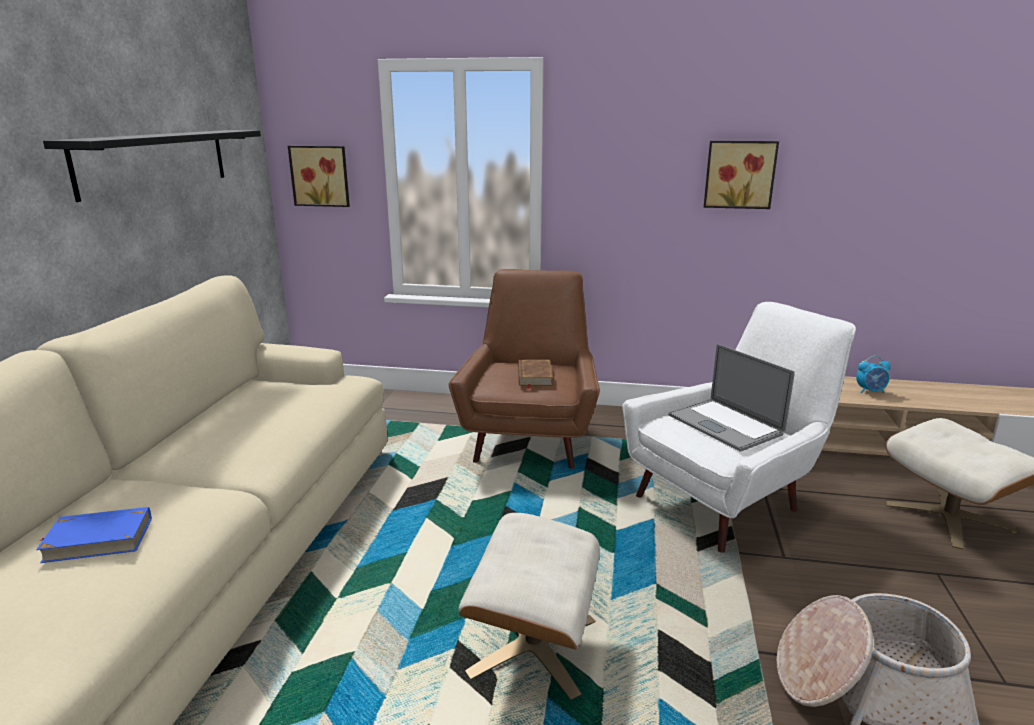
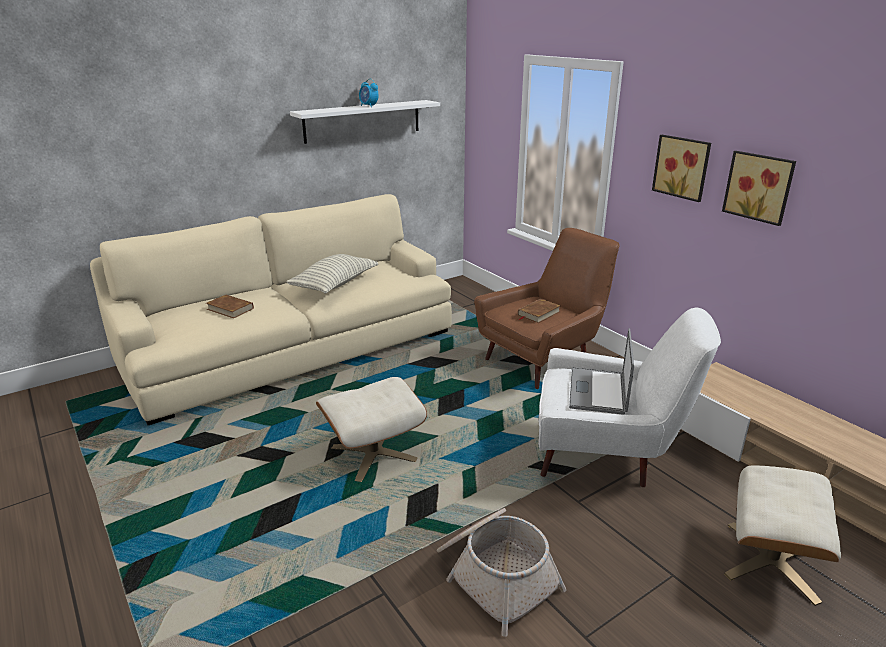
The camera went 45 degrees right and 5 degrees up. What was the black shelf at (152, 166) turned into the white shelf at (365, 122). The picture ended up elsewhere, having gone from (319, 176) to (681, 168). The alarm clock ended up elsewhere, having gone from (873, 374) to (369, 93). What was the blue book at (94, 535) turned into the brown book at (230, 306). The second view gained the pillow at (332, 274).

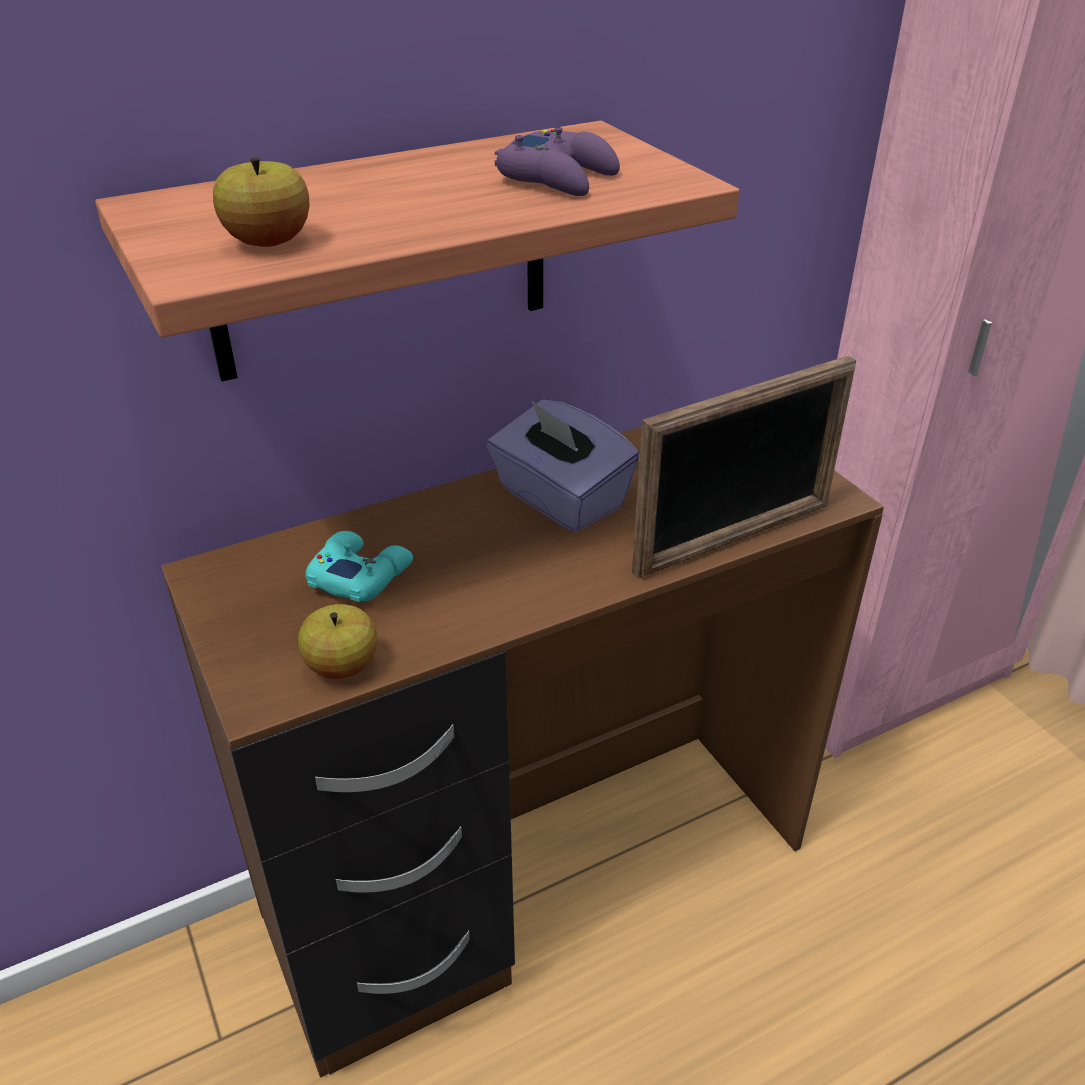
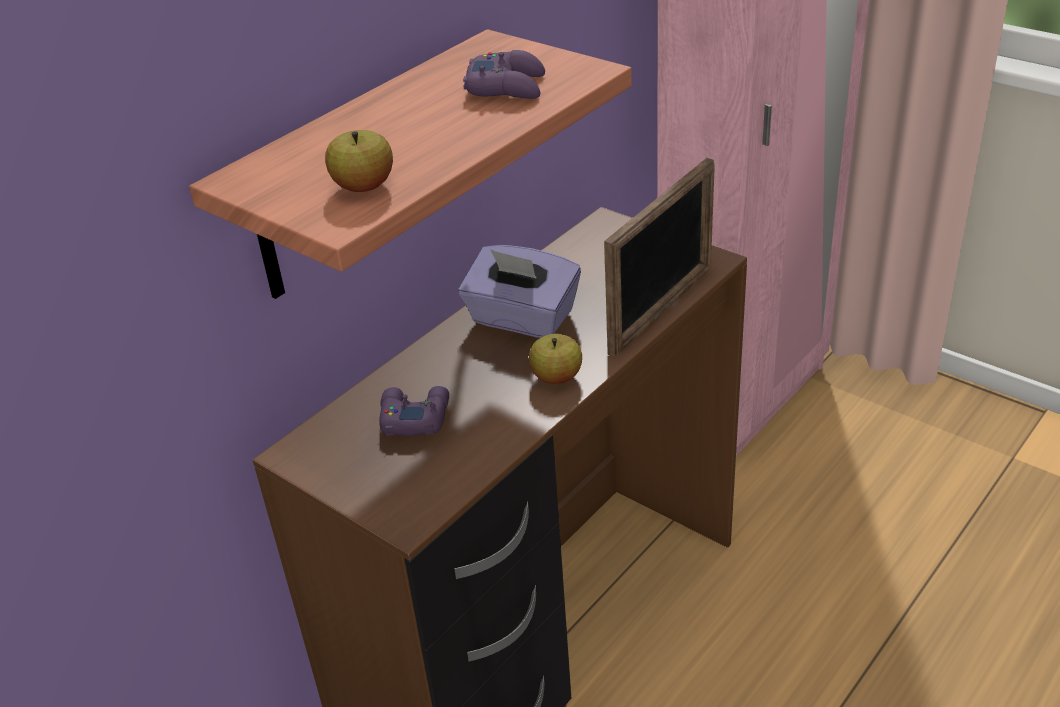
The camera went 20 degrees left and 0 degrees up. What was the turquoise game controller at (359, 566) turned into the purple game controller at (414, 411). The apple ended up elsewhere, having gone from (337, 641) to (555, 359).

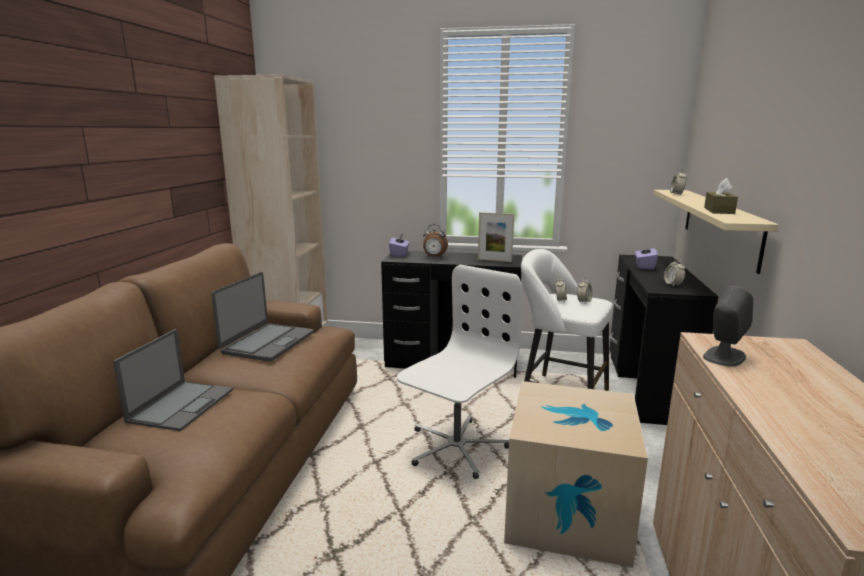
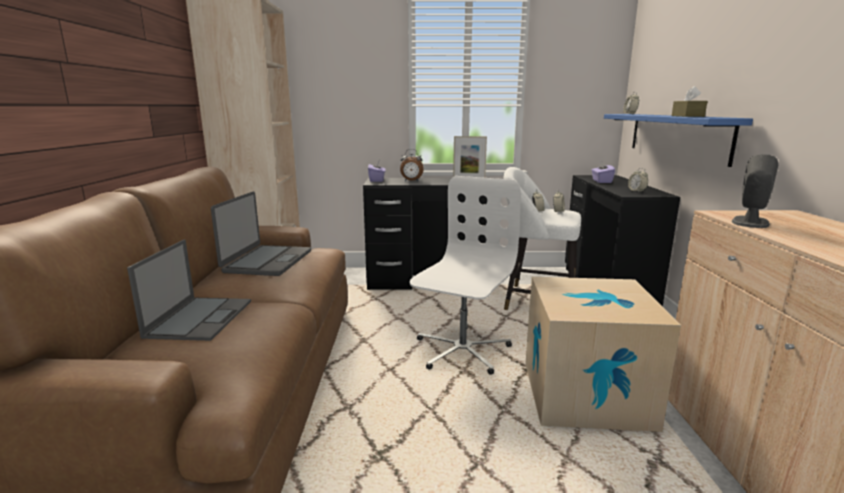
The camera went 10 degrees left and 0 degrees up. What was the beige shelf at (716, 232) turned into the blue shelf at (678, 140).

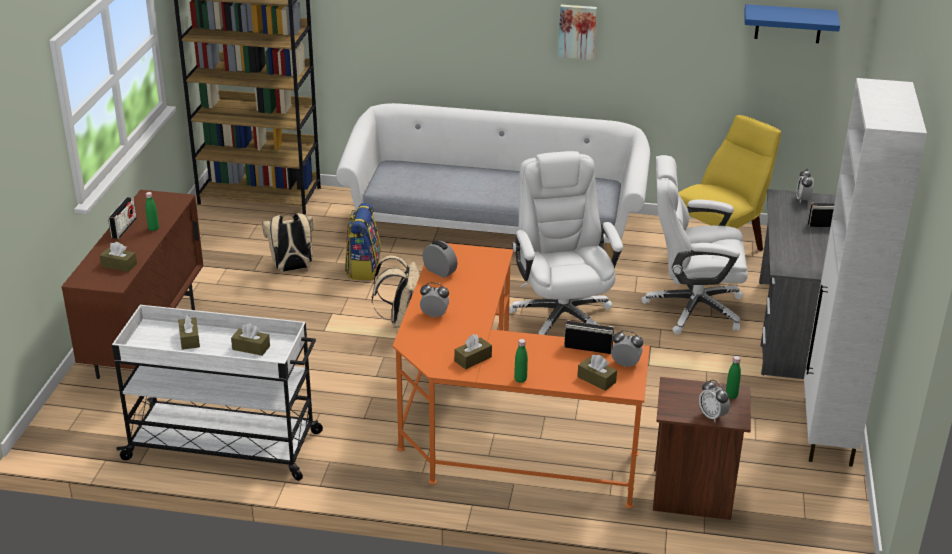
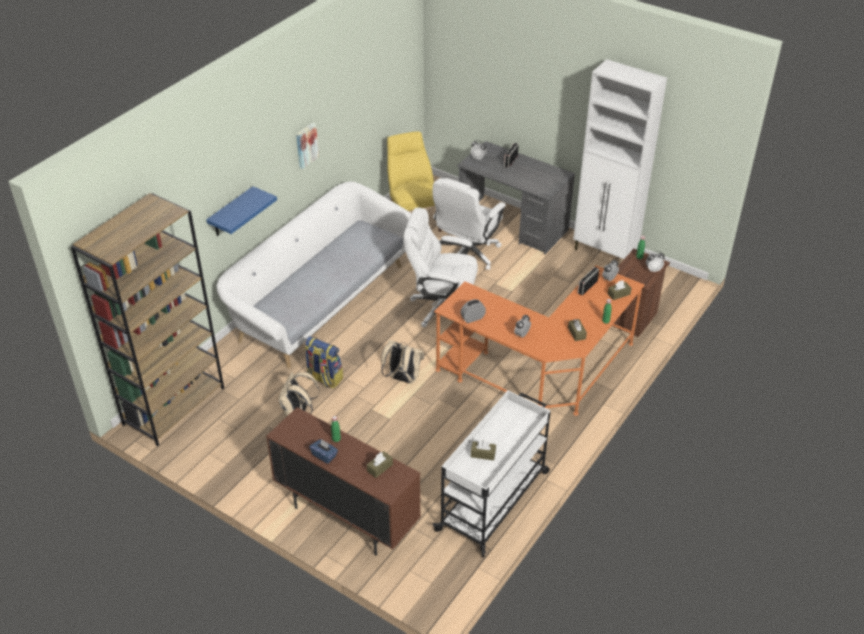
The camera went 65 degrees left and 10 degrees up. The blue shelf ended up elsewhere, having gone from (792, 23) to (241, 211). Where the radio stood at (122, 218), the blue tissue box came to stand at (323, 451). The second view lost the brown tissue box at (250, 339).

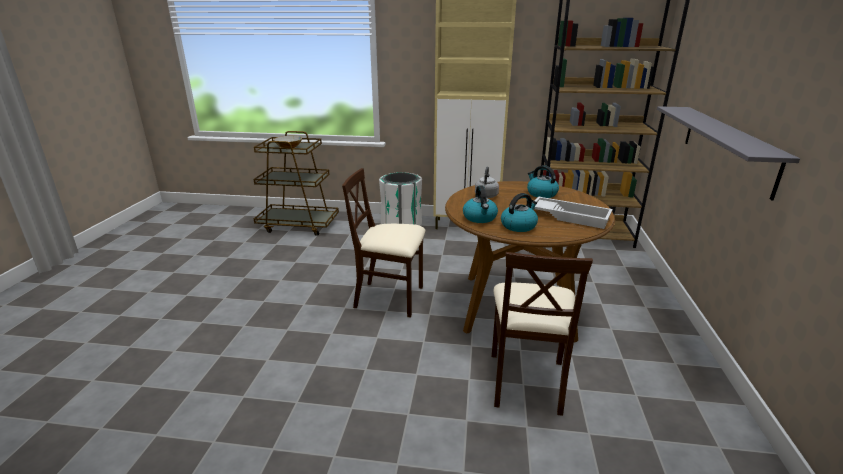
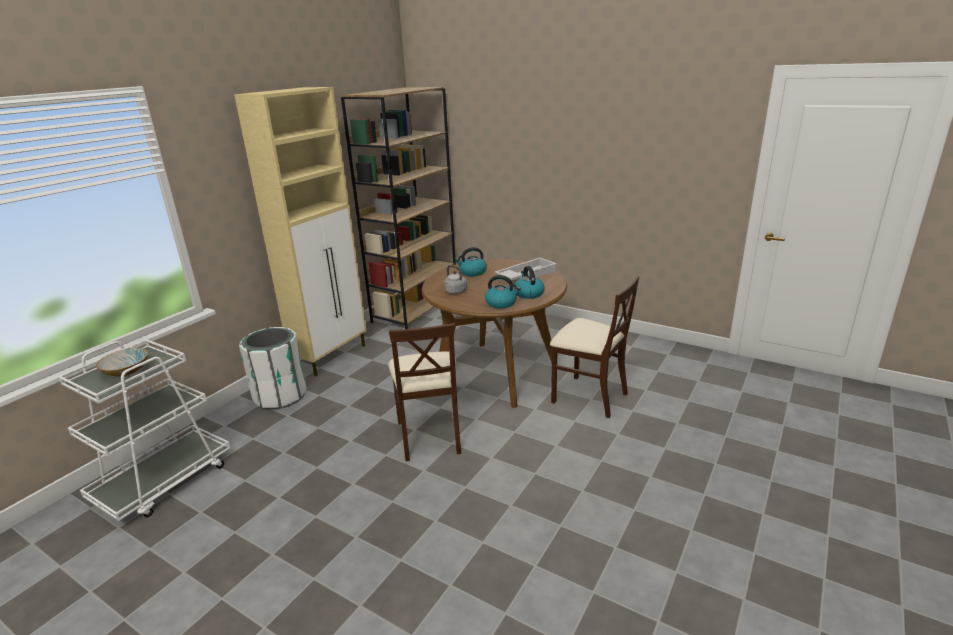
The camera went 65 degrees left and 0 degrees up. The second view lost the grey shelf at (728, 153). What was the brown cart at (296, 183) turned into the white cart at (144, 430). The beige chair at (383, 243) ended up facing another way, 45 degrees counterclockwise from before.

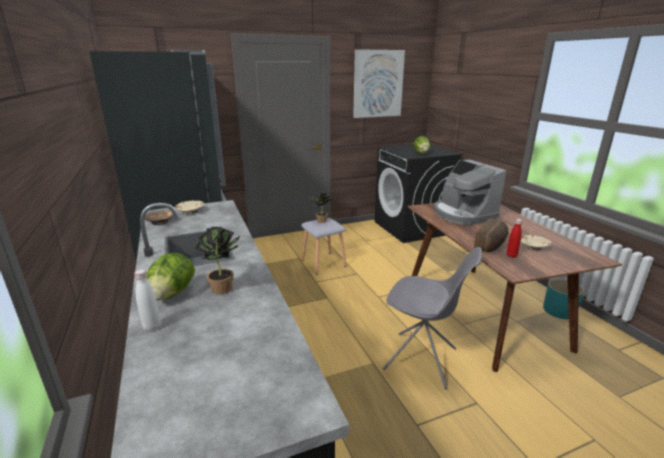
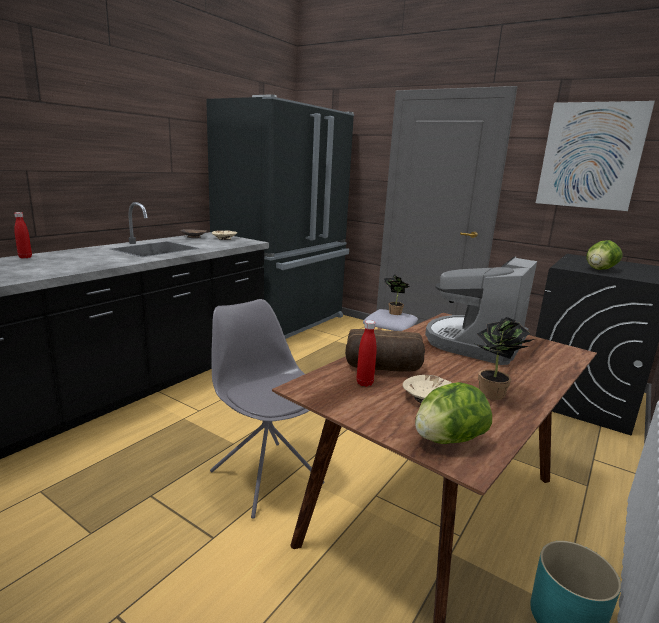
The camera went 55 degrees right and 5 degrees down. The potted plant ended up elsewhere, having gone from (217, 260) to (504, 358). The grey chair at (432, 318) ended up facing another way, 150 degrees clockwise from before. The lettuce ended up elsewhere, having gone from (170, 276) to (453, 413). What was the white bottle at (147, 300) turned into the red bottle at (23, 235).

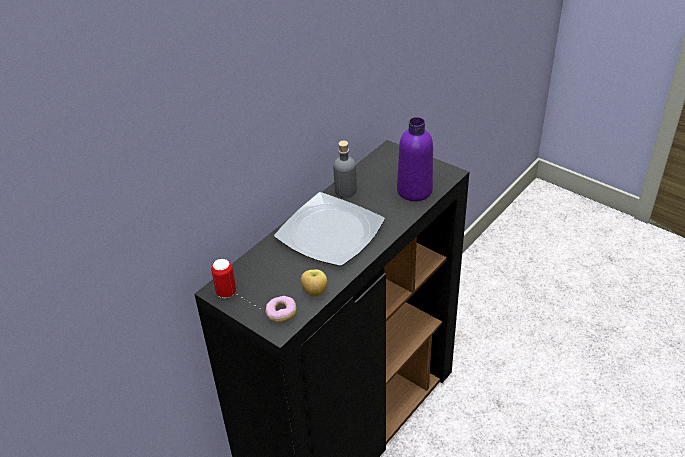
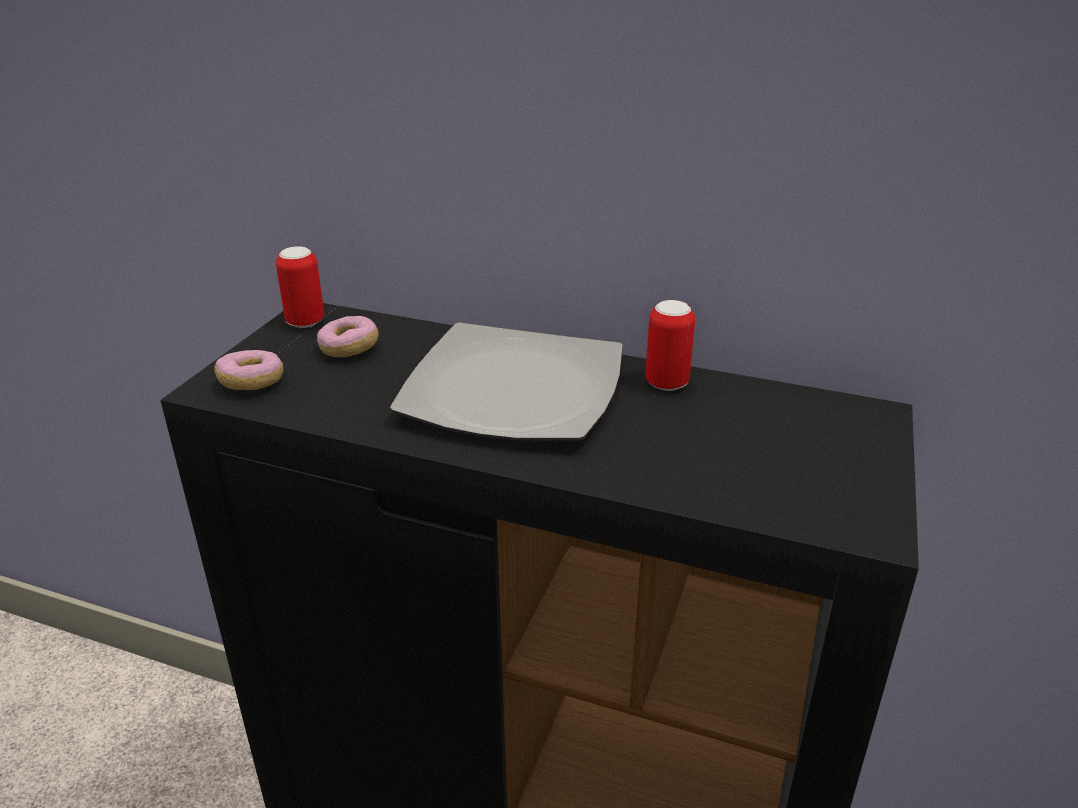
The camera went 70 degrees right and 10 degrees down. The second view lost the purple bottle at (415, 159). Where the grey bottle stood at (345, 169), the can came to stand at (670, 345). The second view lost the apple at (314, 283). The second view gained the donut at (348, 336).

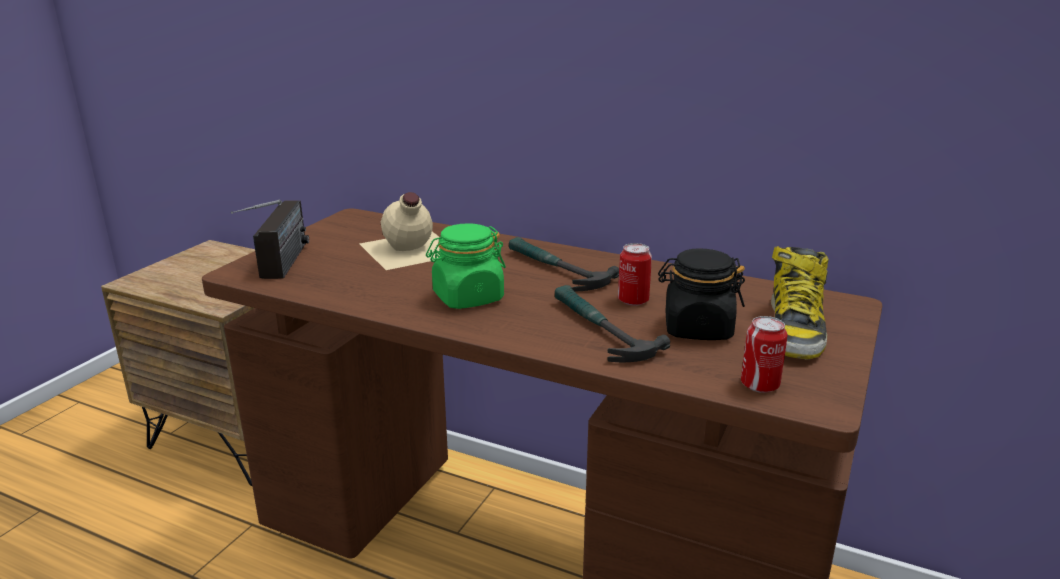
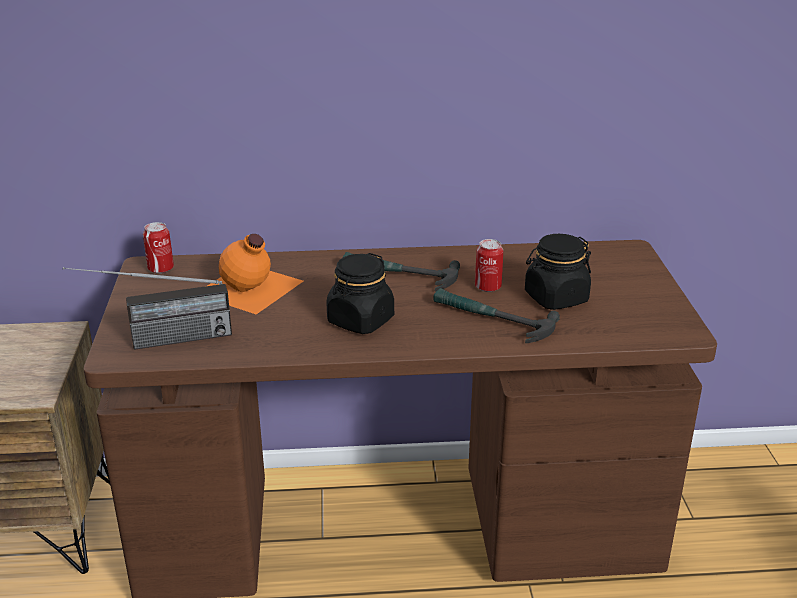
The camera went 30 degrees left and 5 degrees up. What was the beige bottle at (400, 231) turned into the orange bottle at (255, 274). The radio at (270, 239) ended up facing another way, 105 degrees clockwise from before. What was the green jar at (466, 266) turned into the black jar at (360, 293). The second view lost the boot at (800, 303). The can ended up elsewhere, having gone from (764, 354) to (158, 248).

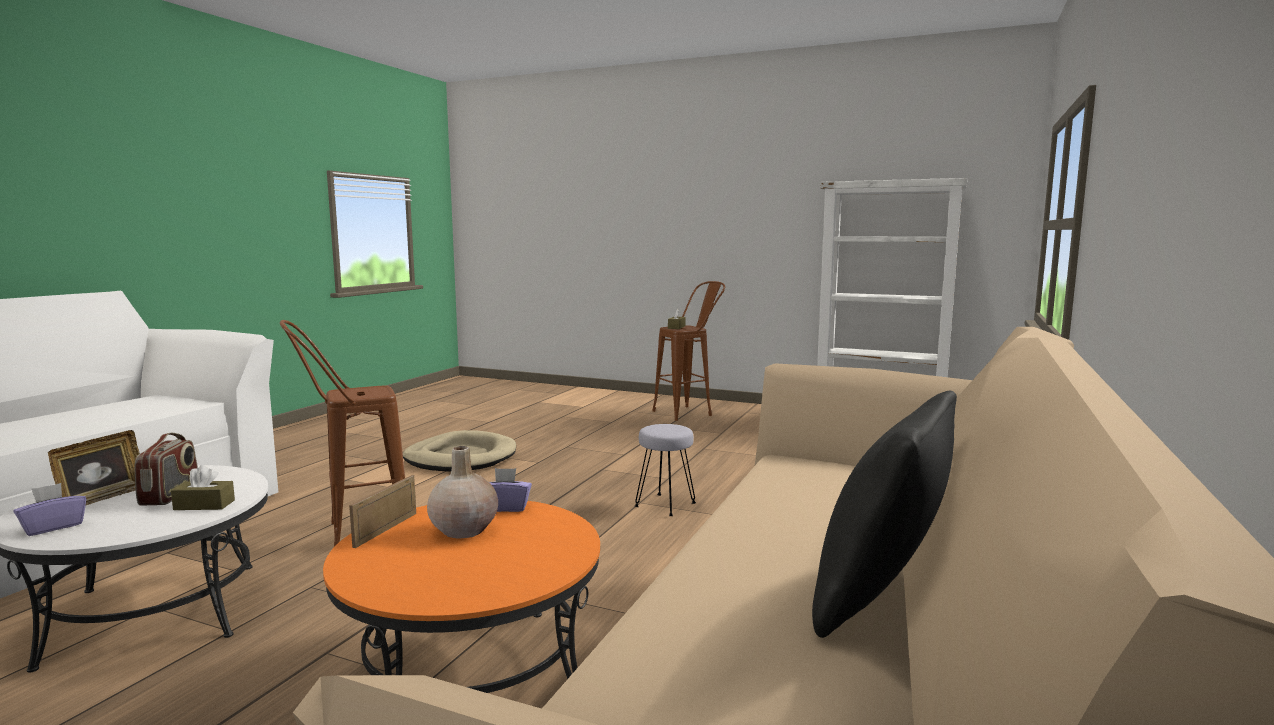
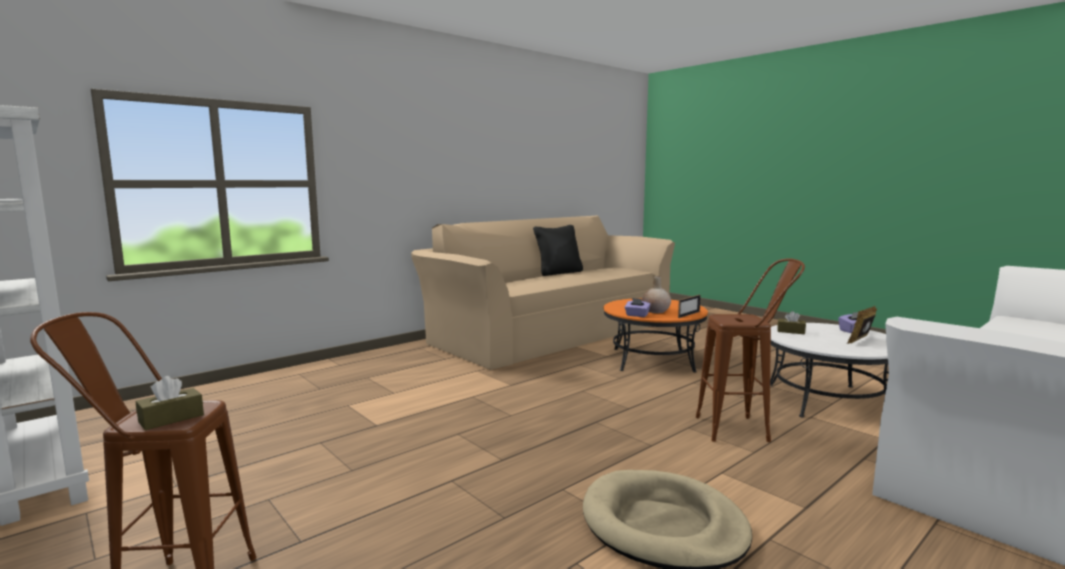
The camera went 155 degrees left and 0 degrees up. The second view lost the grey stool at (665, 470). The second view lost the radio at (166, 469).

